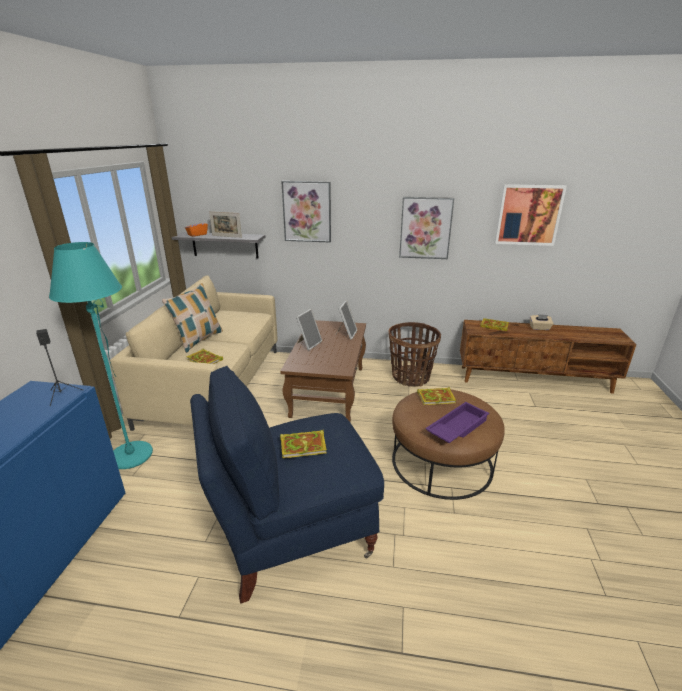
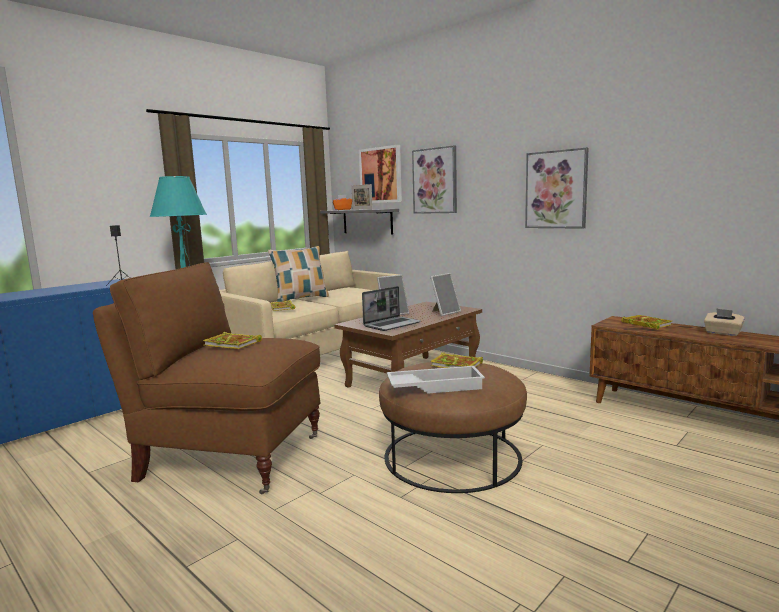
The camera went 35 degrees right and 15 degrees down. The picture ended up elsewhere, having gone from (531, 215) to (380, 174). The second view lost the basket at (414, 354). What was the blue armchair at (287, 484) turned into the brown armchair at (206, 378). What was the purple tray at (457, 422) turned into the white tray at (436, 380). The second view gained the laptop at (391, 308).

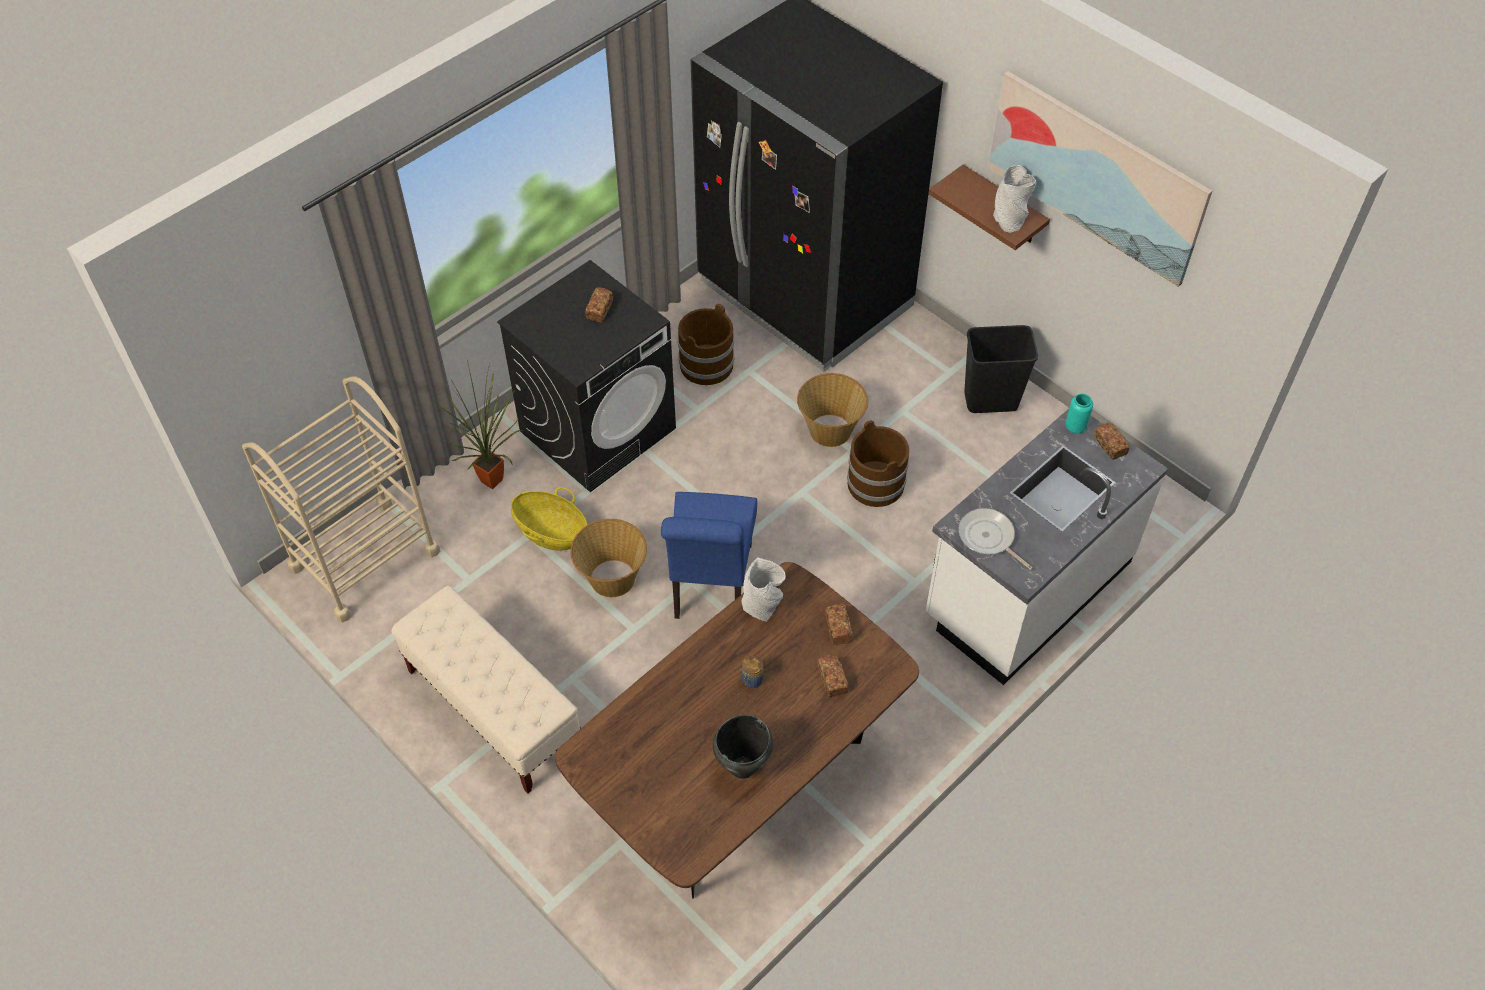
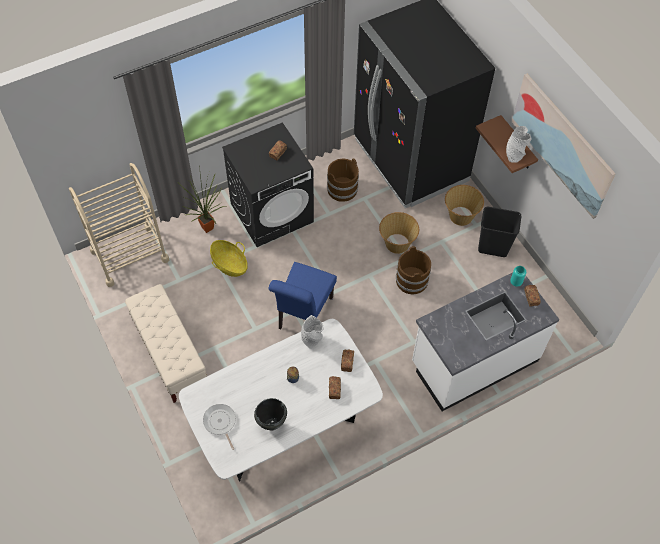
The camera went 15 degrees right and 5 degrees up. The frying pan ended up elsewhere, having gone from (995, 539) to (219, 427). The basket ended up elsewhere, having gone from (608, 558) to (464, 205). What was the brown dining table at (737, 730) turned into the white dining table at (281, 400).

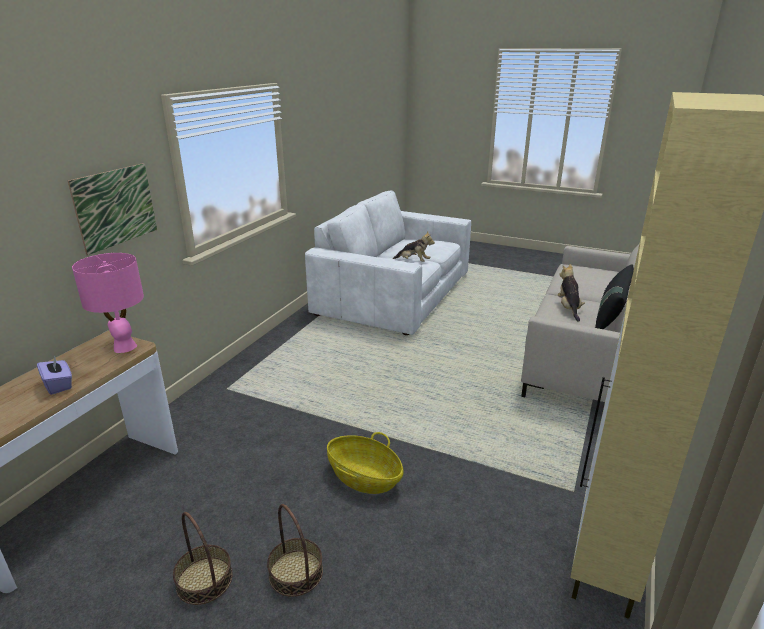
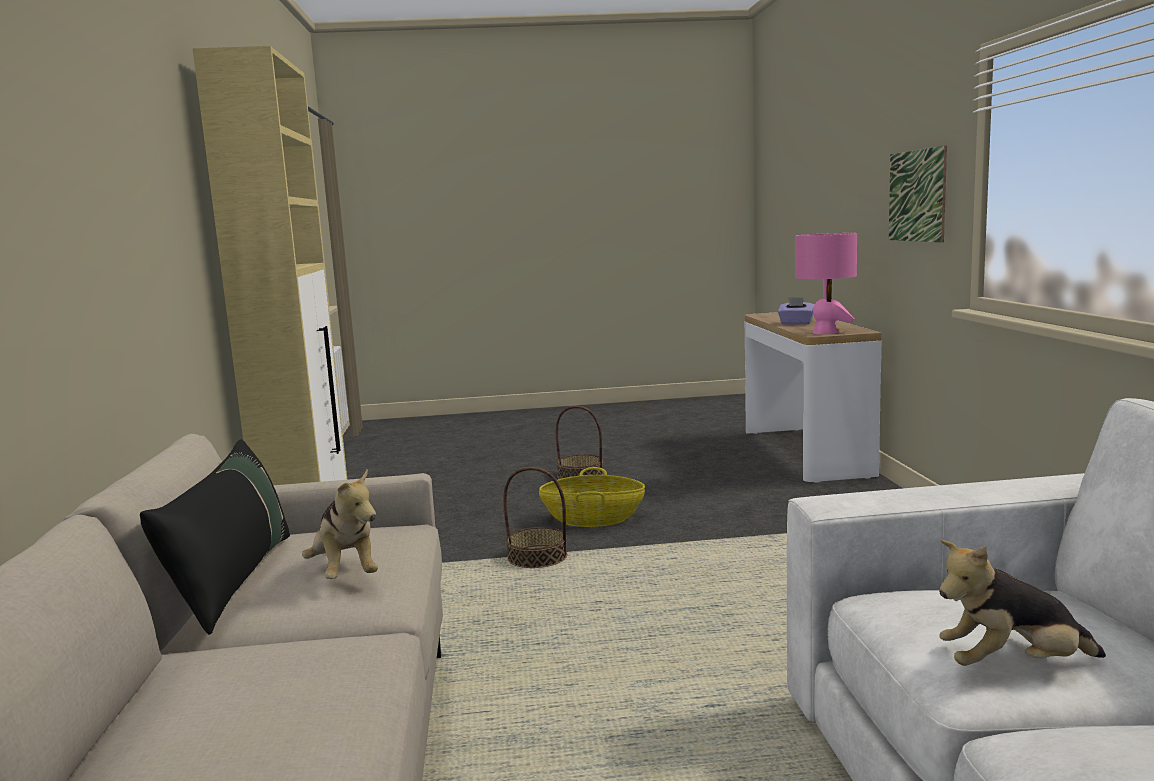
The camera went 150 degrees right and 15 degrees down. The basket ended up elsewhere, having gone from (203, 558) to (535, 517).

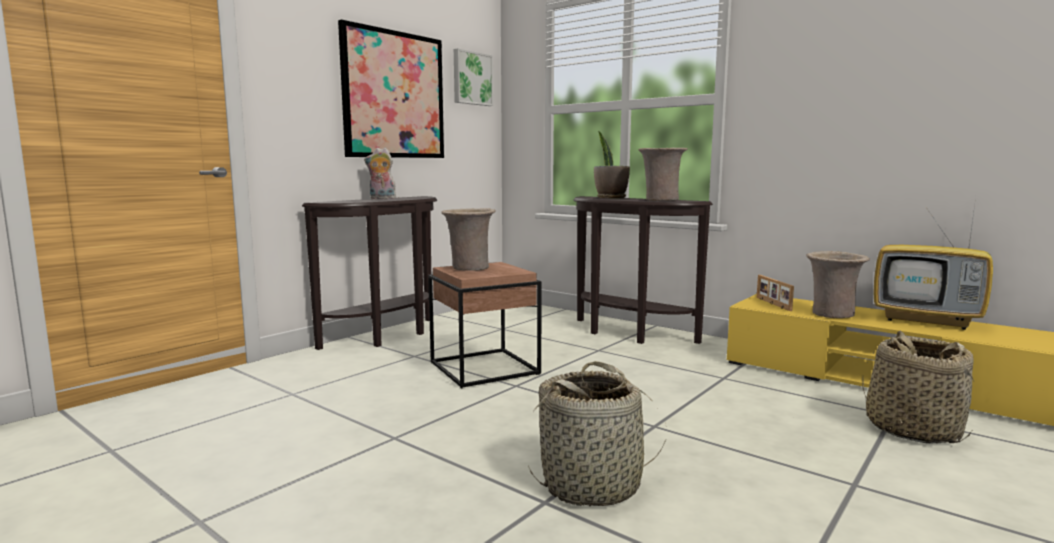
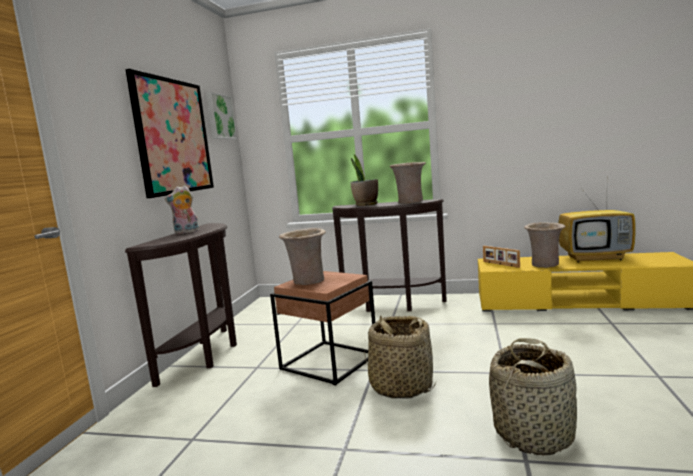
The camera went 25 degrees left and 0 degrees up. The basket ended up elsewhere, having gone from (918, 387) to (400, 357).

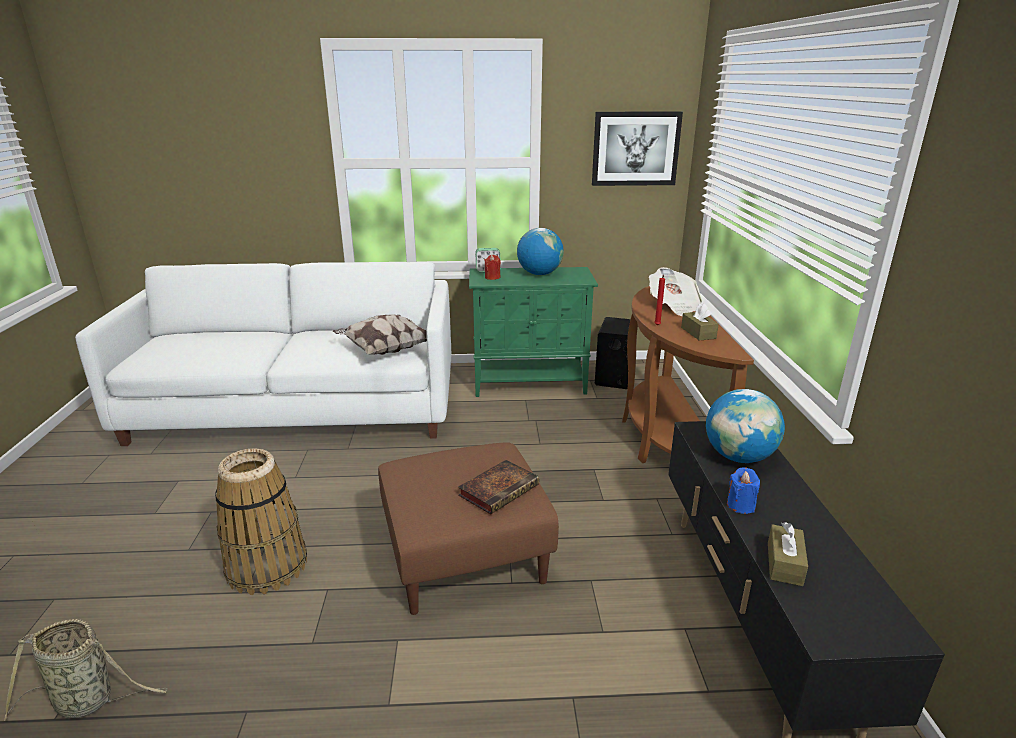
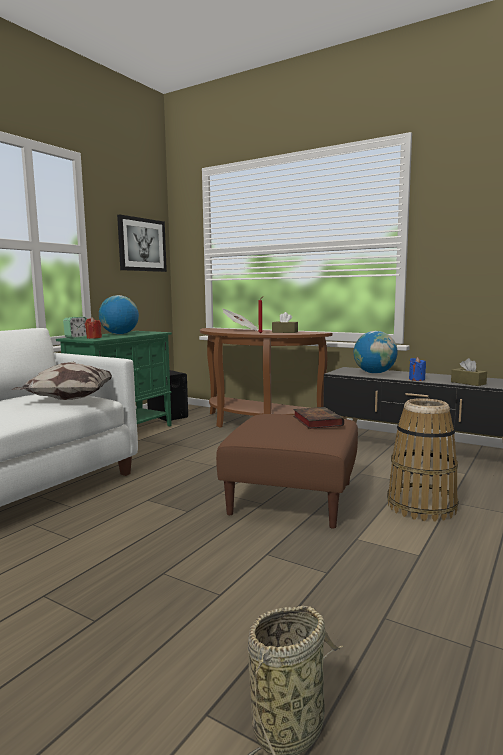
The camera went 55 degrees left and 15 degrees down. The basket ended up elsewhere, having gone from (261, 521) to (423, 460).

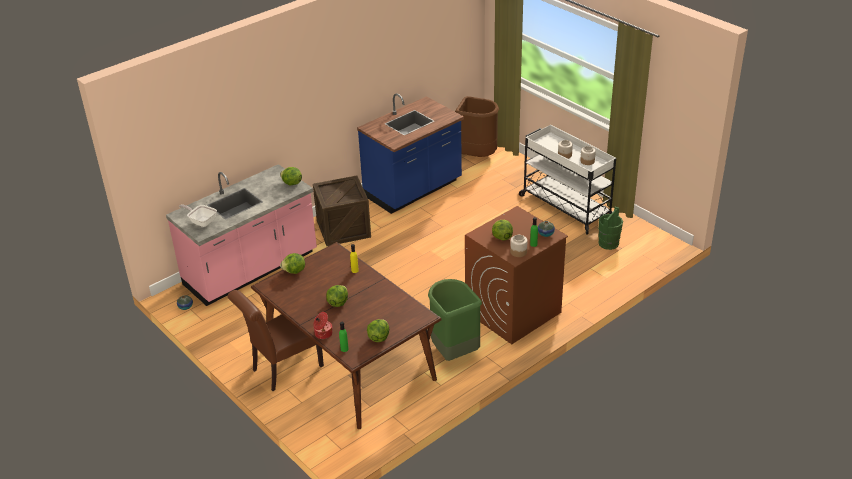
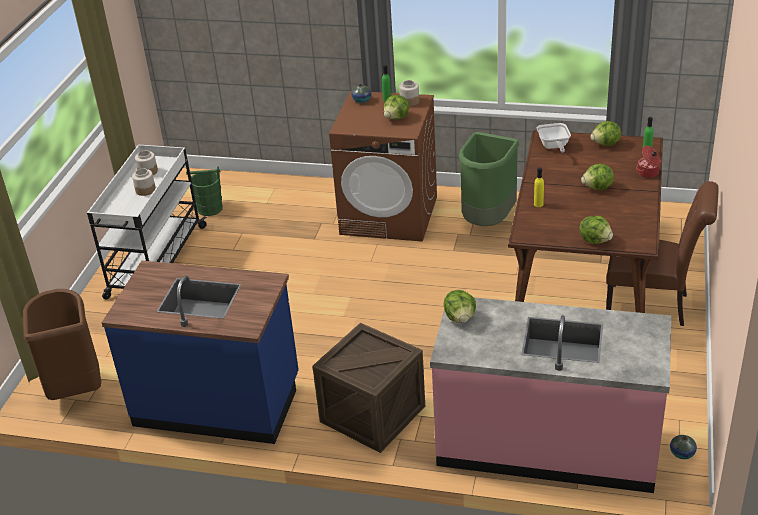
The camera went 125 degrees left and 0 degrees up. The frying pan ended up elsewhere, having gone from (198, 215) to (554, 138).

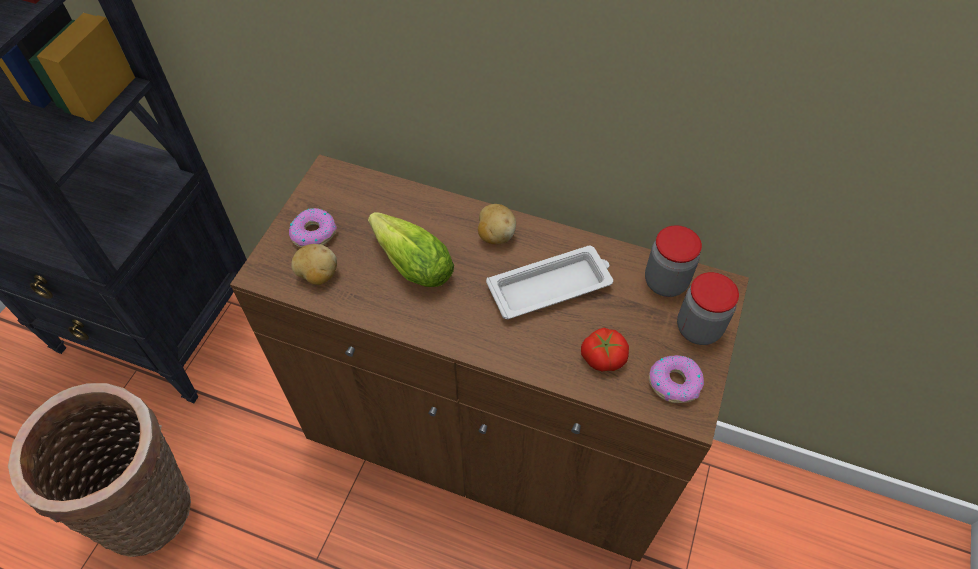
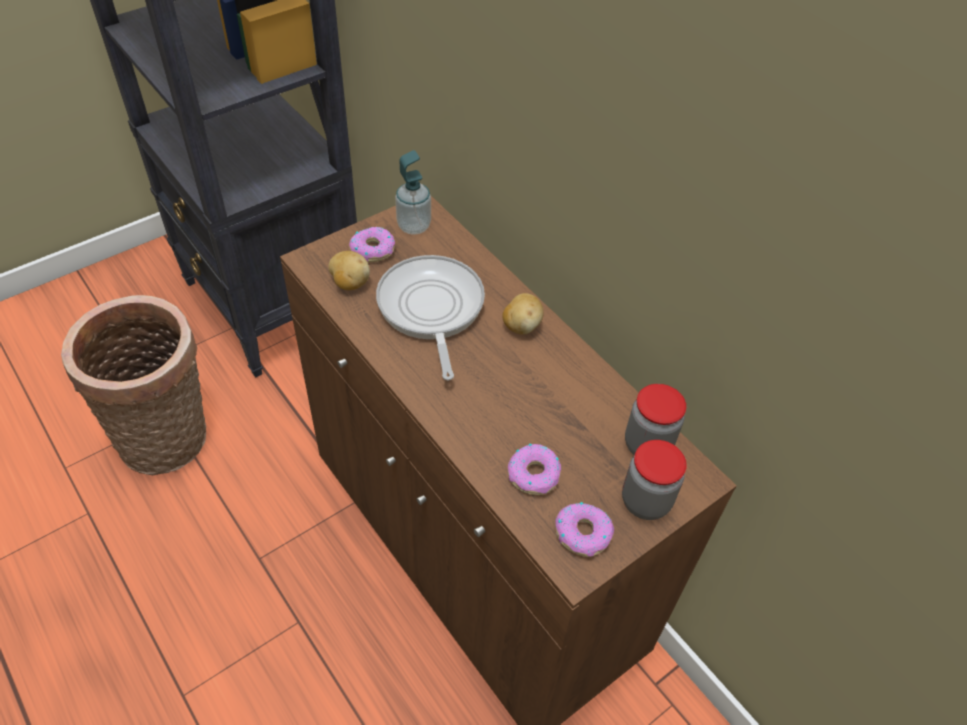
The camera went 30 degrees right and 5 degrees down. Where the lettuce stood at (411, 249), the frying pan came to stand at (430, 317). The second view lost the white tray at (549, 282). Where the tomato stood at (605, 349), the donut came to stand at (534, 469). The second view gained the soap dispenser at (413, 192).

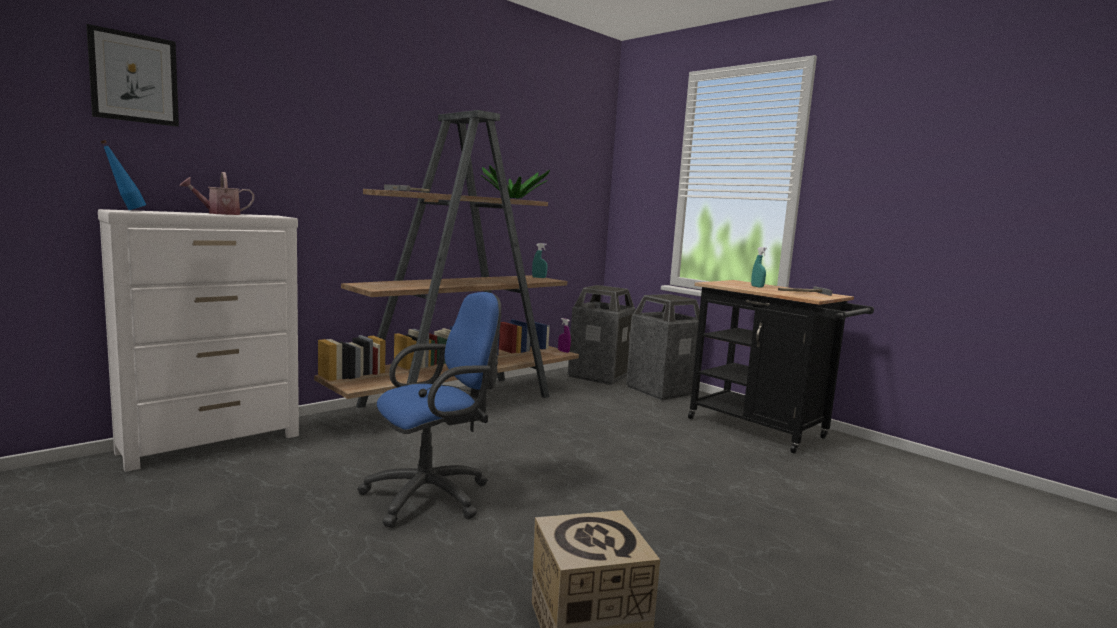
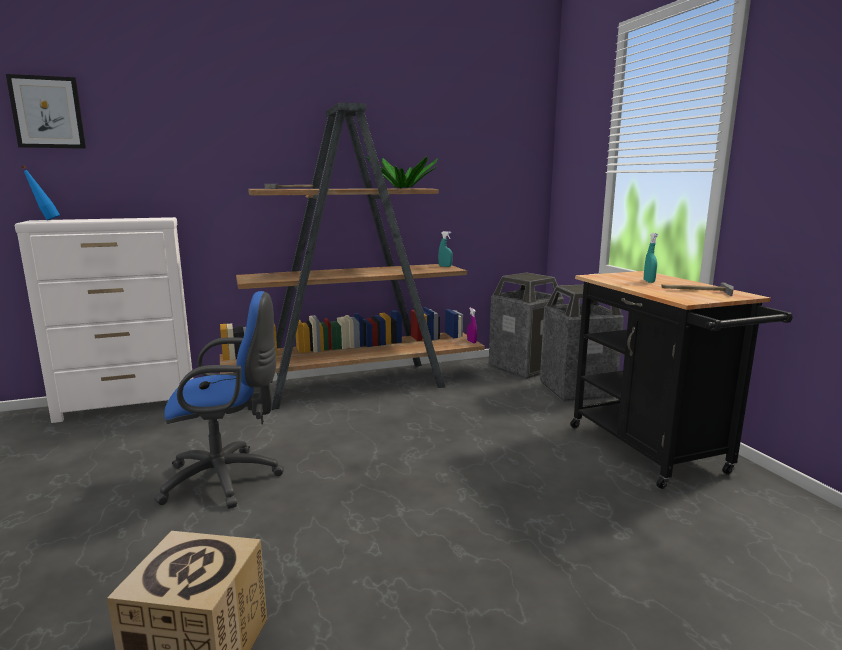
The camera went 25 degrees right and 5 degrees up. The second view lost the watering can at (216, 193).

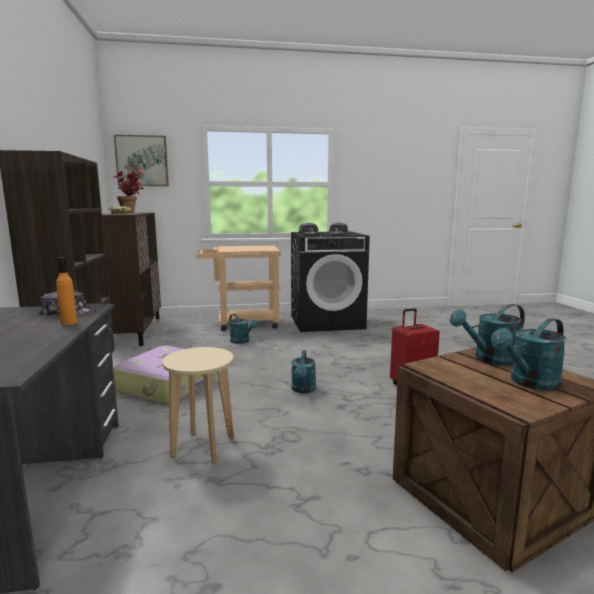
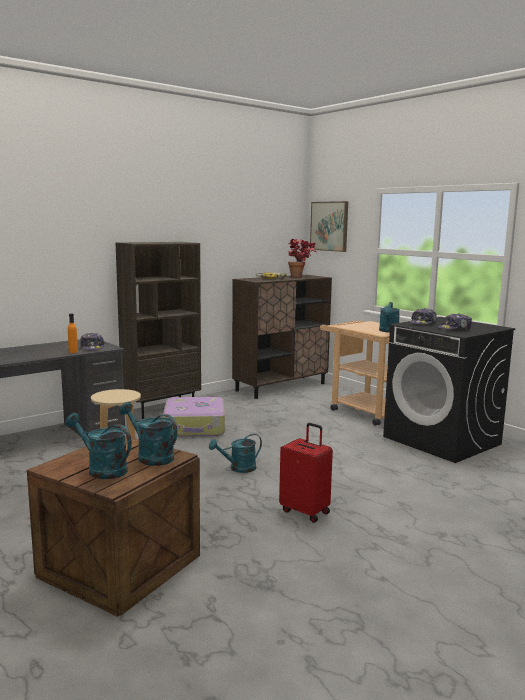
The camera went 60 degrees right and 0 degrees up. The turquoise watering can ended up elsewhere, having gone from (243, 329) to (389, 317).

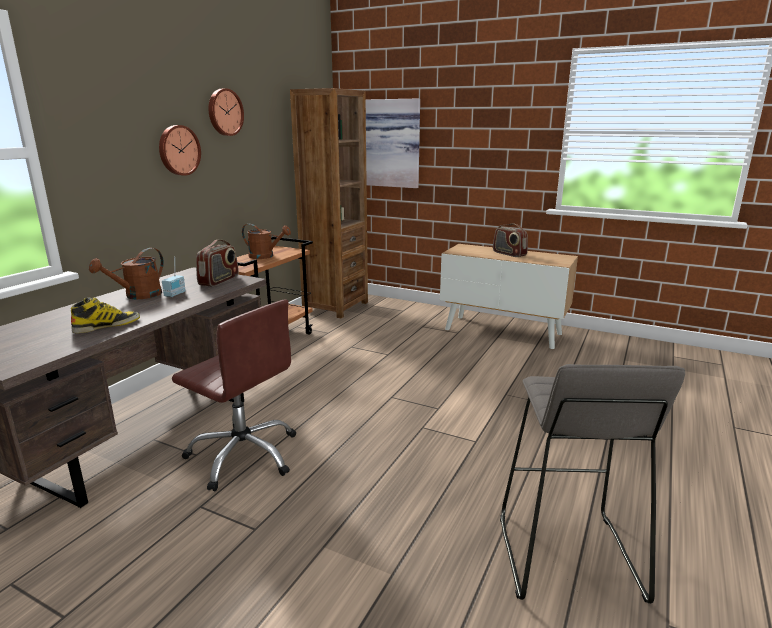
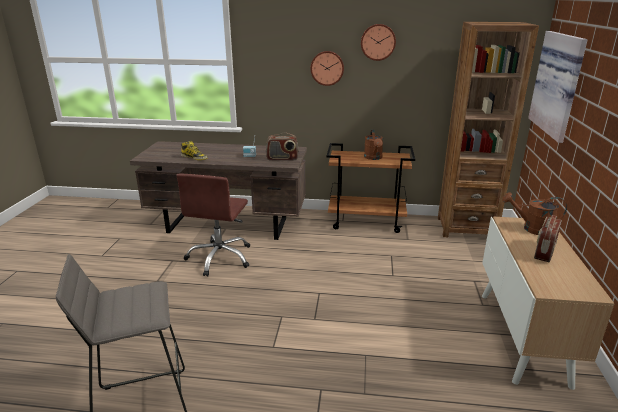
The camera went 70 degrees right and 5 degrees up. The brown watering can ended up elsewhere, having gone from (126, 273) to (534, 213).

